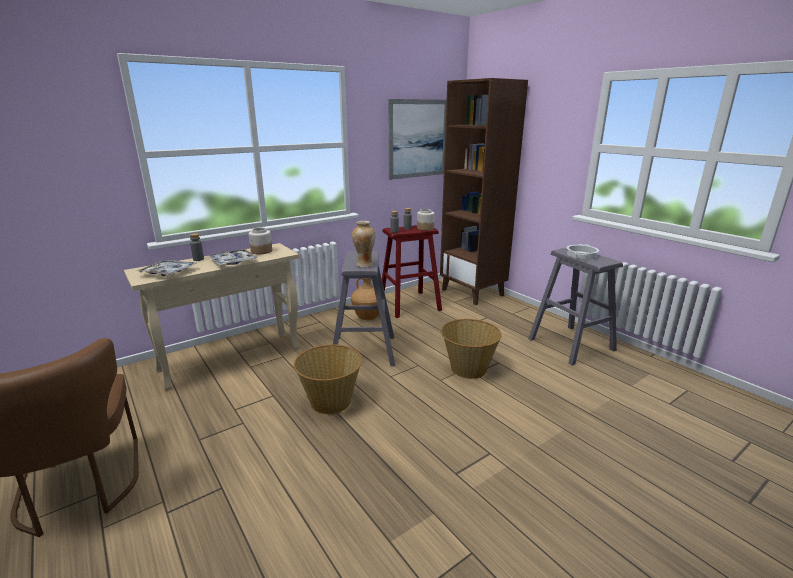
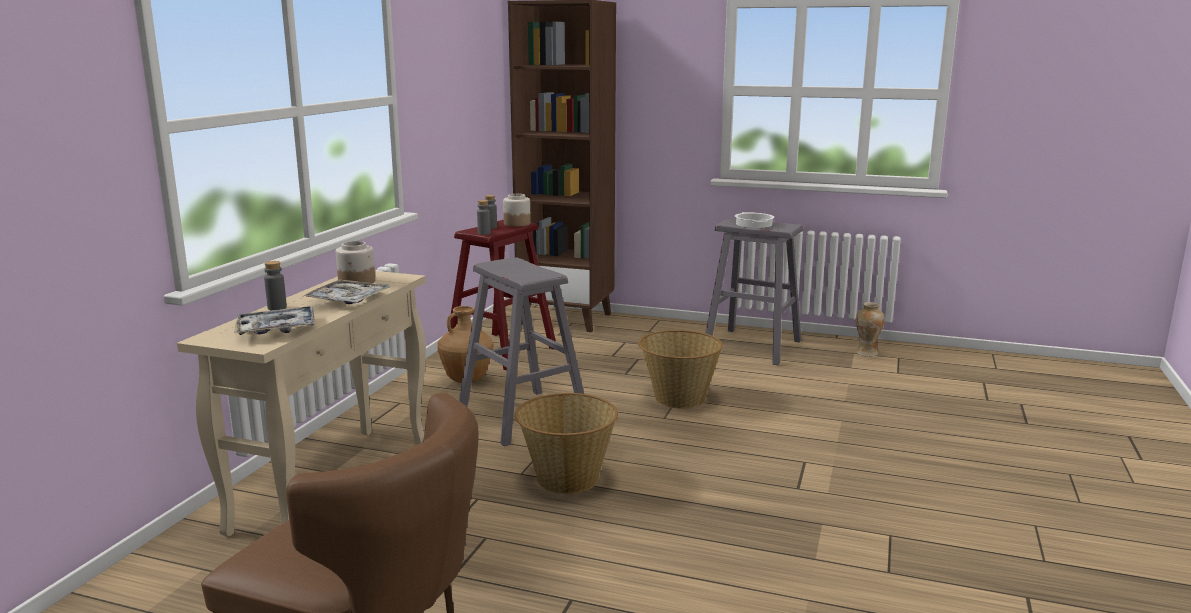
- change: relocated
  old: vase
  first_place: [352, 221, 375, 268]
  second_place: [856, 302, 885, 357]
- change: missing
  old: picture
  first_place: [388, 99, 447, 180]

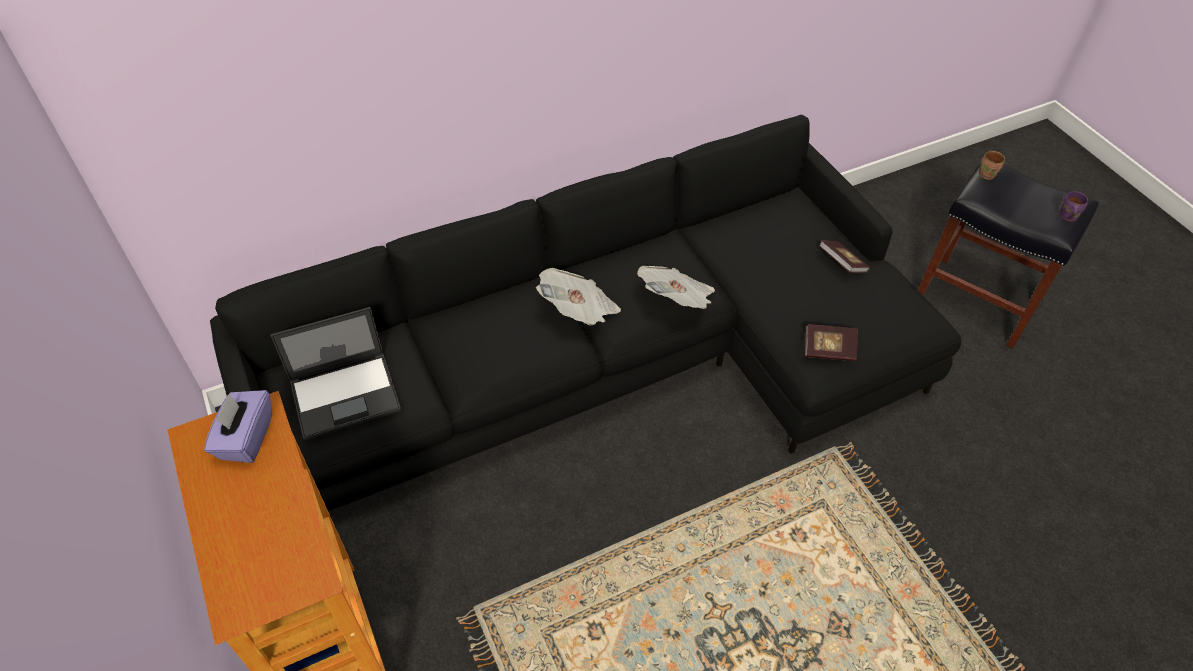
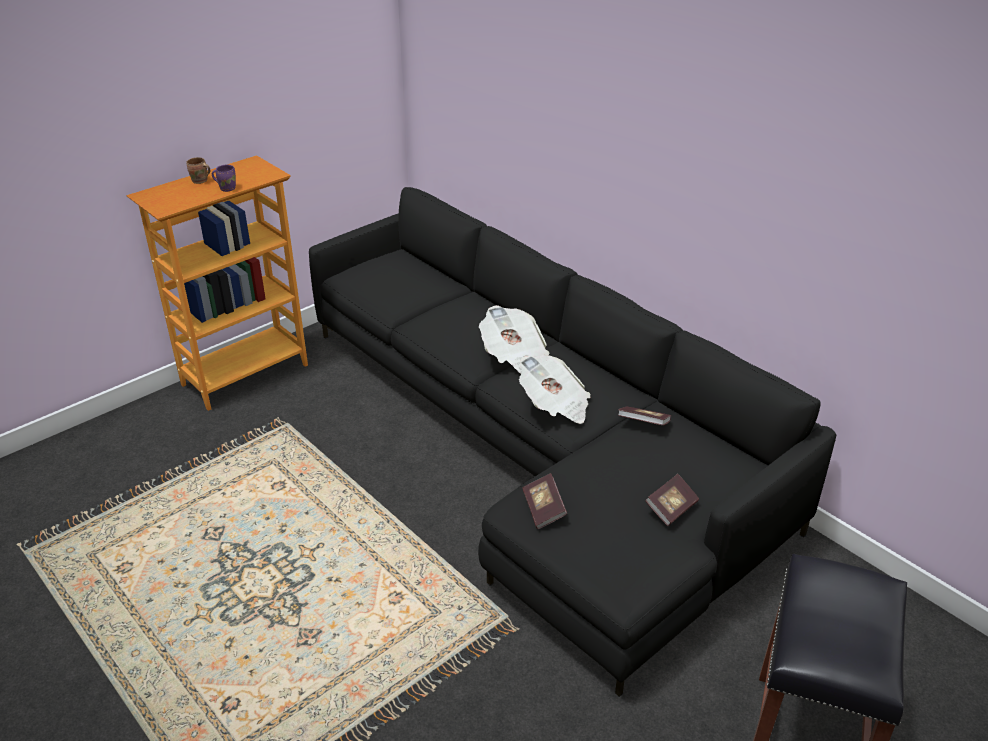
- change: missing
  old: purple tissue holder
  first_place: [204, 390, 272, 463]
- change: missing
  old: laptop
  first_place: [271, 307, 401, 440]
- change: relocated
  old: brown-coloured coffee mug
  first_place: [979, 151, 1005, 180]
  second_place: [186, 157, 210, 184]
- change: relocated
  old: purple coffee mug
  first_place: [1059, 191, 1088, 222]
  second_place: [212, 164, 236, 192]
- change: appeared
  new: book
  second_place: [618, 407, 671, 426]

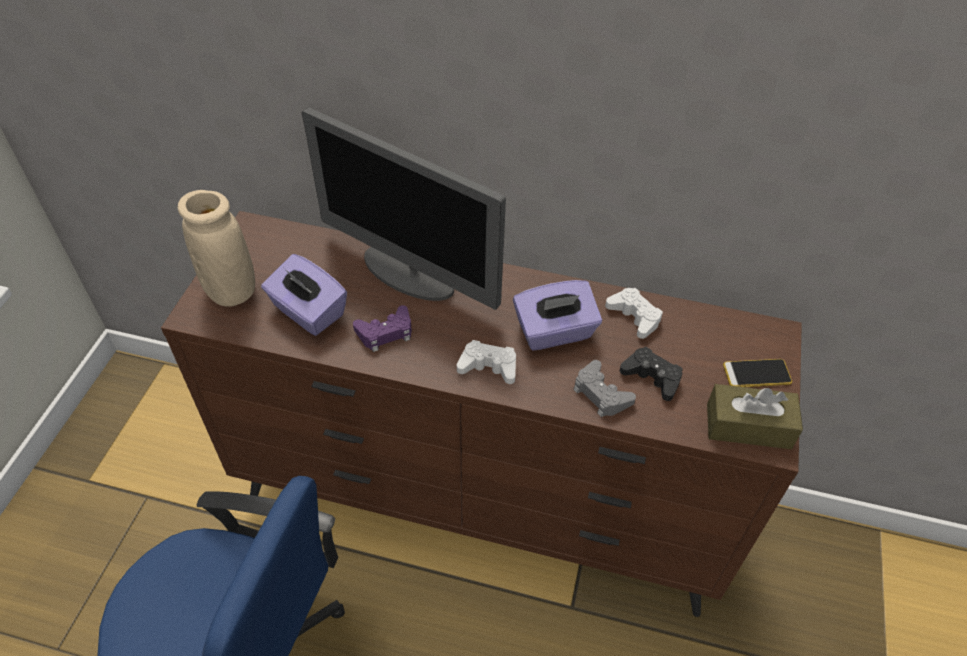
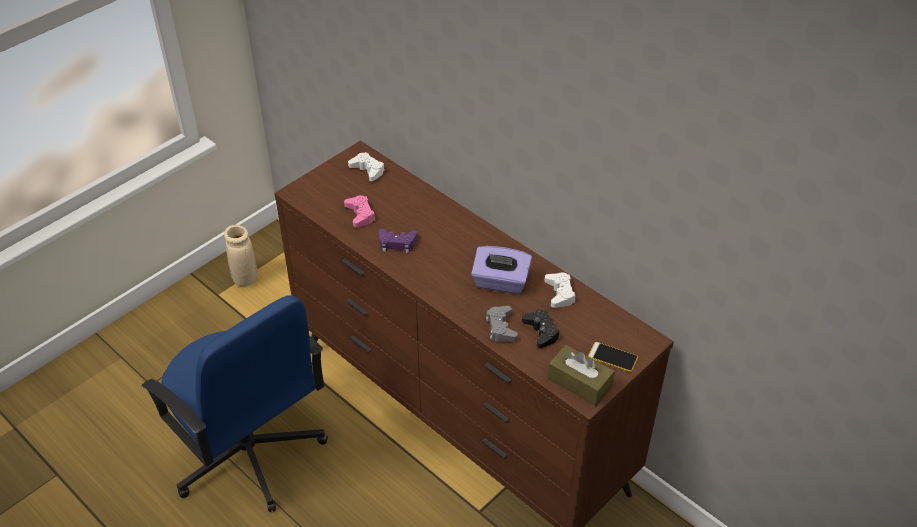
- change: relocated
  old: beige vase
  first_place: [178, 190, 255, 307]
  second_place: [224, 225, 258, 286]
- change: exchanged
  old: purple tissue holder
  new: pink-coloured joypad
  first_place: [261, 254, 347, 336]
  second_place: [344, 195, 376, 228]
- change: missing
  old: computer screen
  first_place: [302, 107, 506, 310]
- change: relocated
  old: white-coloured joypad
  first_place: [457, 340, 516, 384]
  second_place: [348, 152, 385, 181]

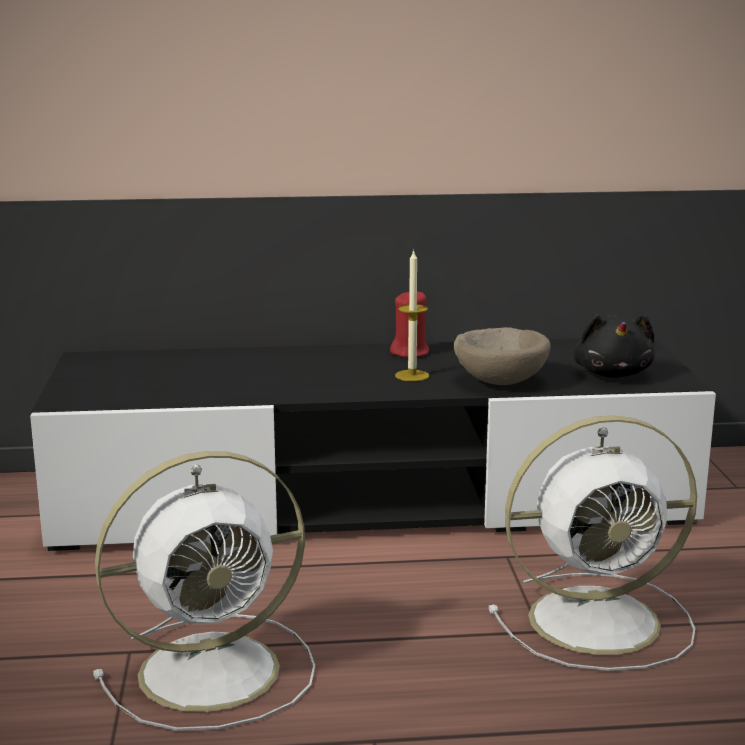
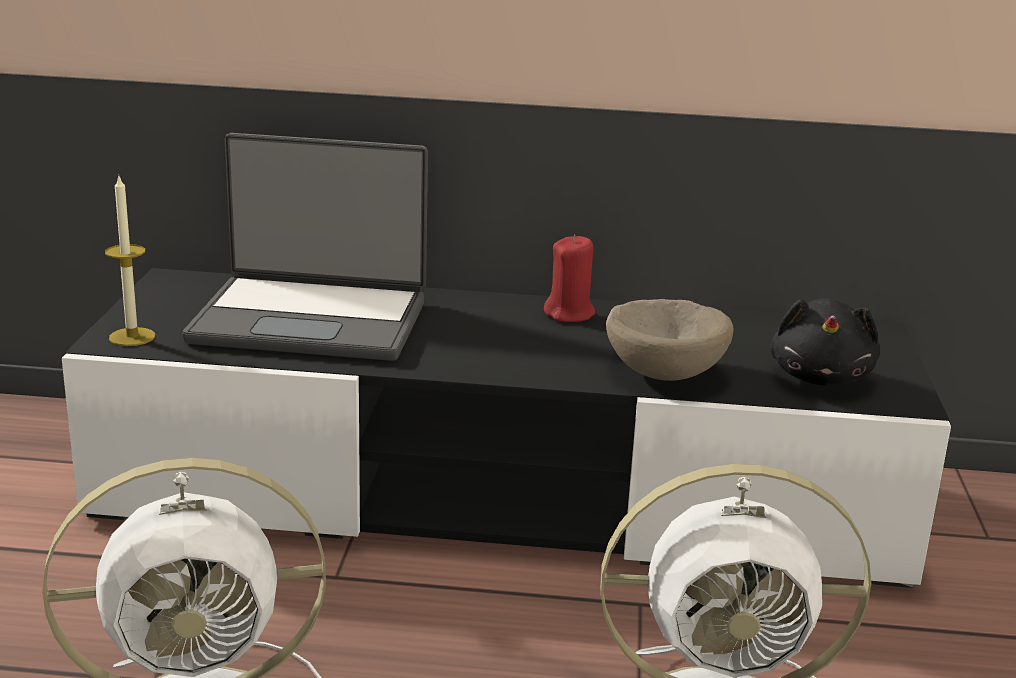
- change: relocated
  old: candle
  first_place: [395, 249, 429, 381]
  second_place: [105, 176, 155, 346]
- change: appeared
  new: laptop
  second_place: [183, 133, 428, 361]

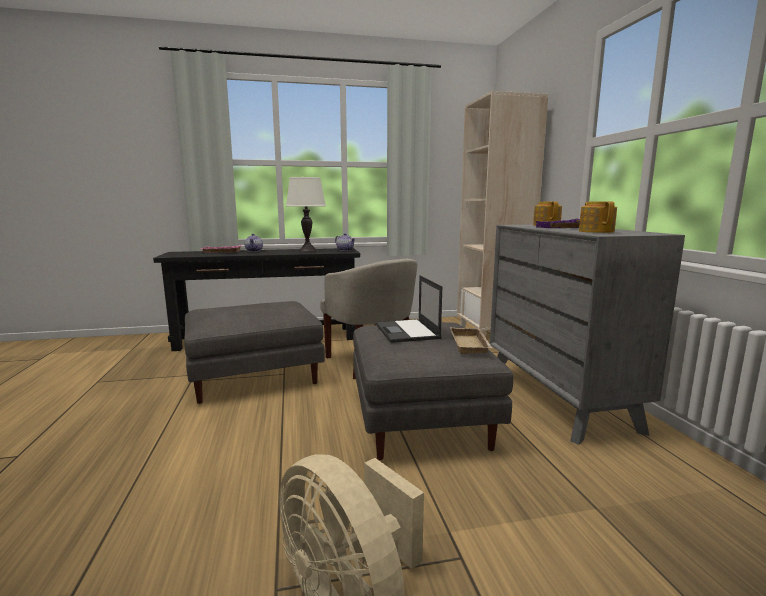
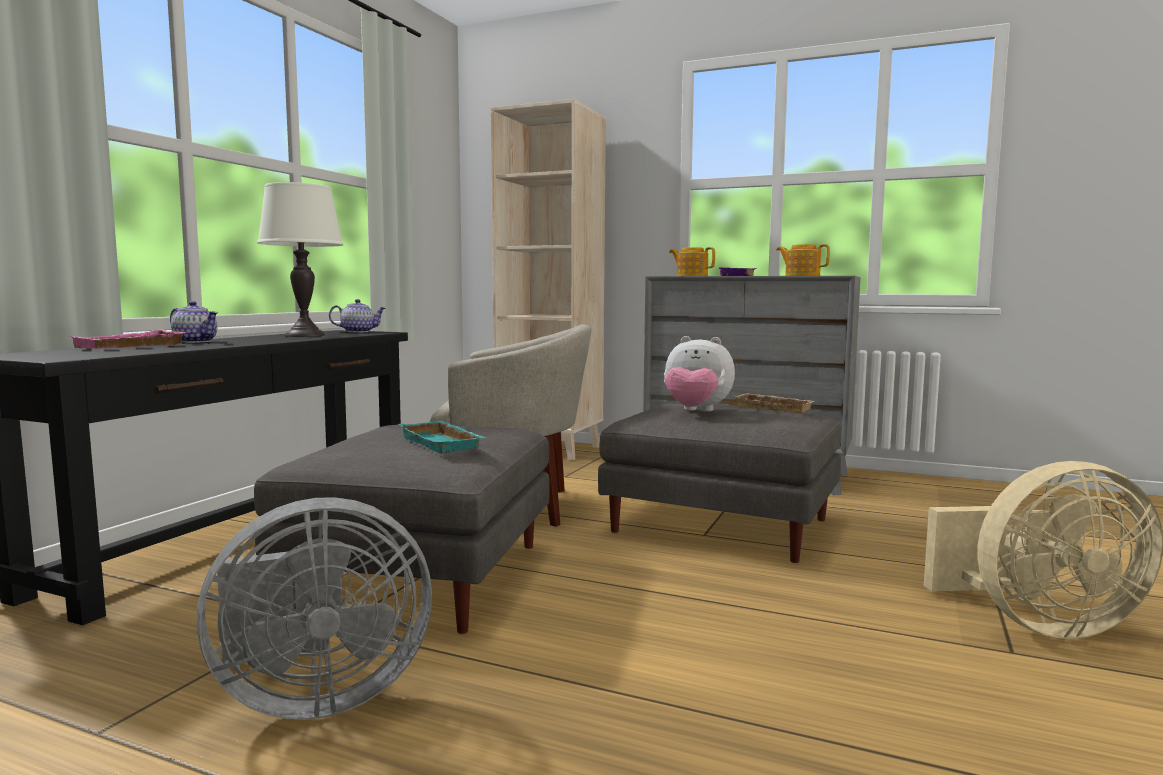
- change: exchanged
  old: laptop
  new: soft toy
  first_place: [376, 275, 442, 343]
  second_place: [664, 336, 735, 412]
- change: appeared
  new: greyish electric fan
  second_place: [196, 497, 432, 720]
- change: appeared
  new: turquoise-coloured tray
  second_place: [399, 421, 486, 454]

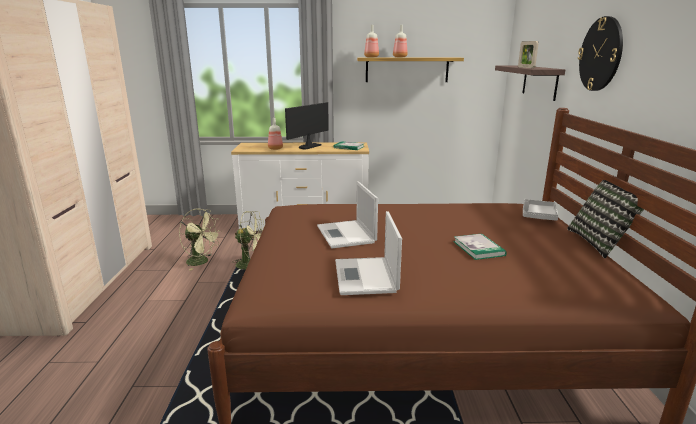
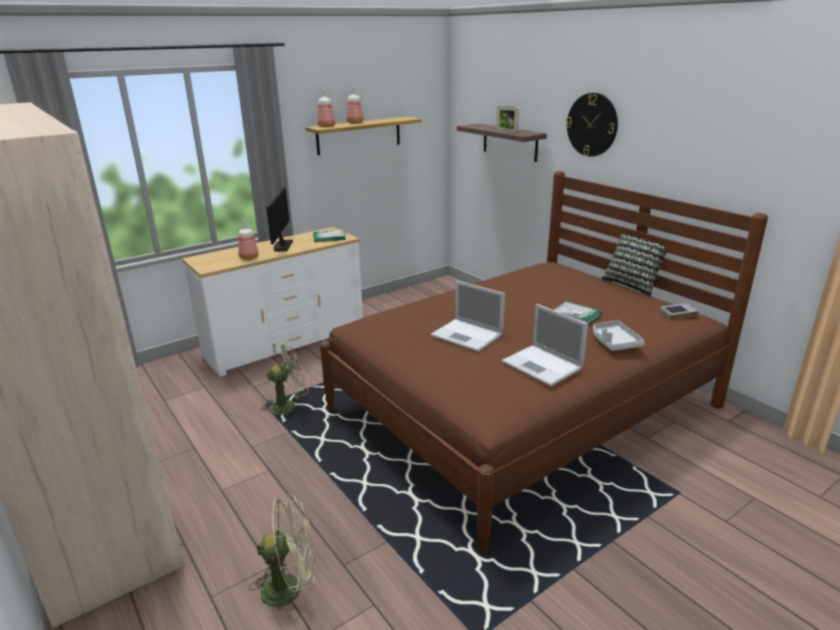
- change: relocated
  old: green electric fan
  first_place: [179, 208, 222, 270]
  second_place: [249, 495, 316, 618]
- change: relocated
  old: greyish tray
  first_place: [523, 199, 559, 221]
  second_place: [593, 320, 645, 351]
- change: appeared
  new: book
  second_place: [660, 304, 699, 319]

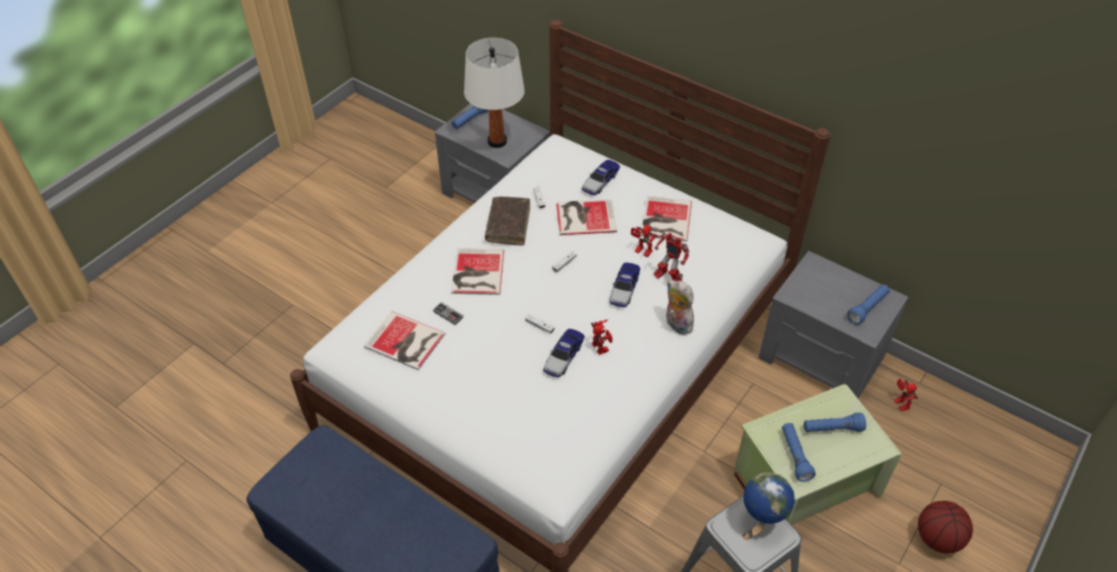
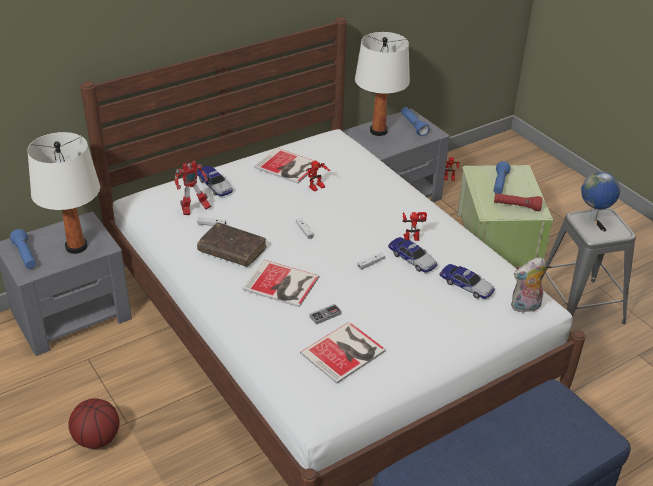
- change: missing
  old: book
  first_place: [556, 199, 617, 235]
- change: relocated
  old: model car
  first_place: [610, 263, 640, 307]
  second_place: [440, 264, 495, 299]
- change: relocated
  old: model robot
  first_place: [653, 232, 689, 281]
  second_place: [174, 161, 211, 215]
- change: relocated
  old: soft toy
  first_place: [666, 280, 694, 335]
  second_place: [511, 257, 546, 313]
- change: colour
  old: blue flashlight
  new: reddish flashlight
  first_place: [782, 423, 815, 482]
  second_place: [494, 193, 543, 211]
- change: relocated
  old: basketball ball
  first_place: [918, 501, 973, 553]
  second_place: [68, 398, 120, 449]
- change: appeared
  new: white-coloured table lamp
  second_place: [355, 32, 410, 136]

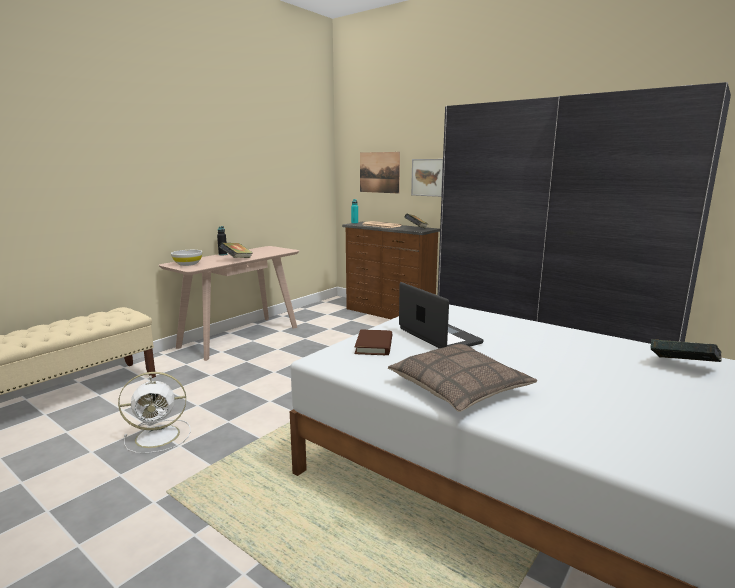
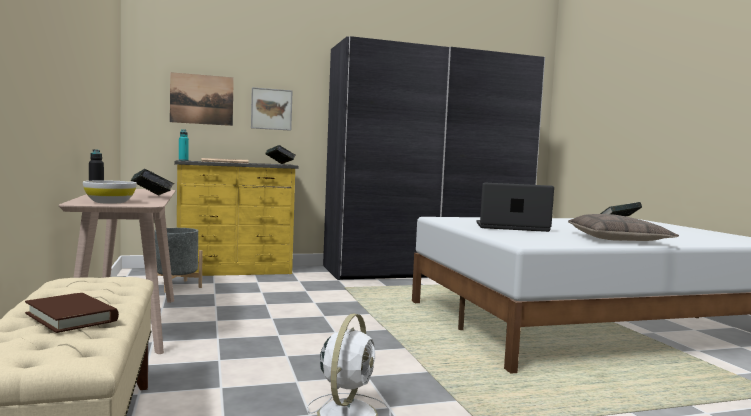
- change: colour
  old: brown-coloured chest of drawers
  new: yellowish chest of drawers
  first_place: [342, 222, 440, 319]
  second_place: [174, 160, 298, 276]
- change: relocated
  old: brown-coloured book
  first_place: [354, 329, 392, 355]
  second_place: [25, 293, 119, 333]
- change: appeared
  new: greyish planter
  second_place: [155, 228, 203, 293]

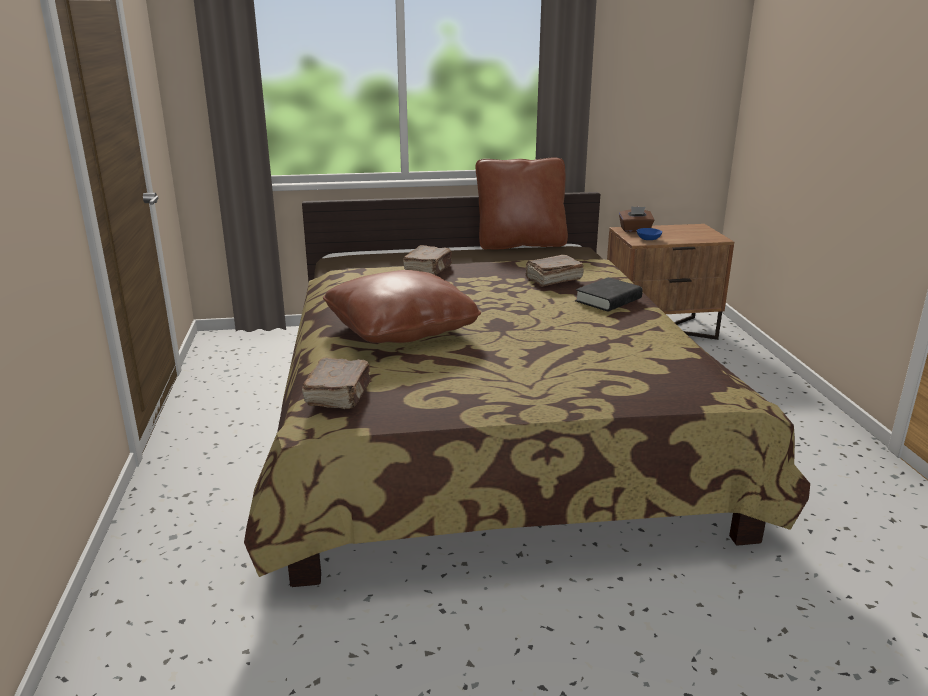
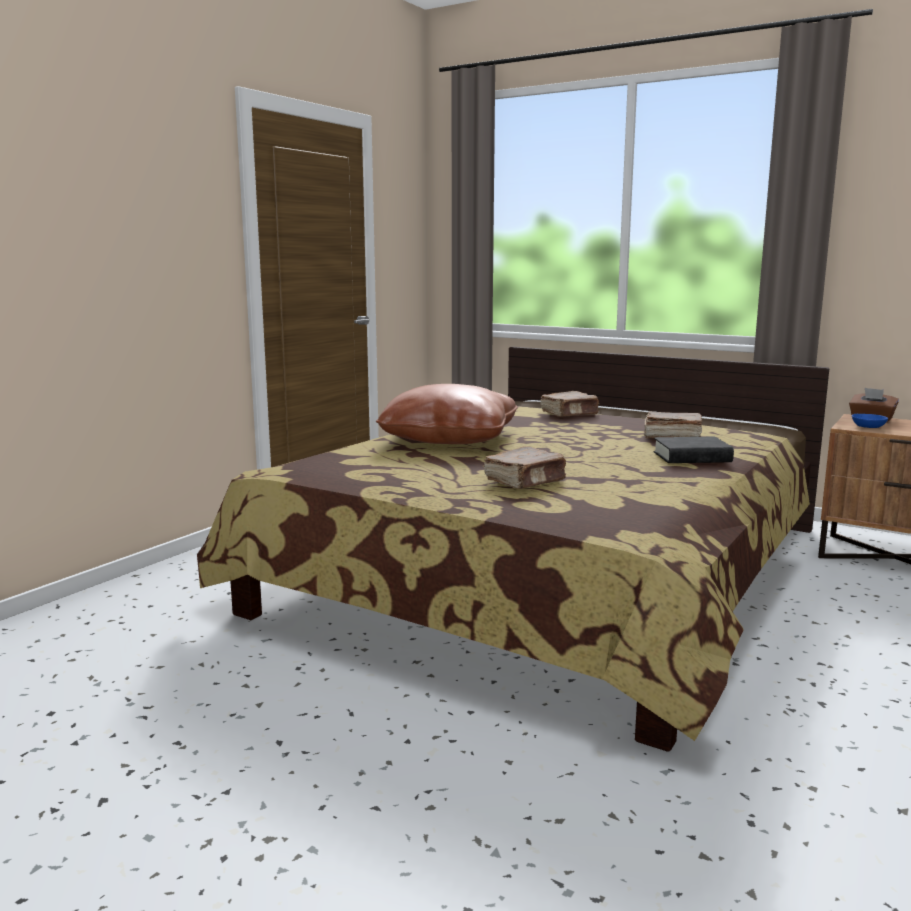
- change: relocated
  old: brown-coloured book
  first_place: [302, 357, 371, 409]
  second_place: [484, 446, 566, 489]
- change: missing
  old: brown-coloured cushion
  first_place: [476, 158, 568, 250]

